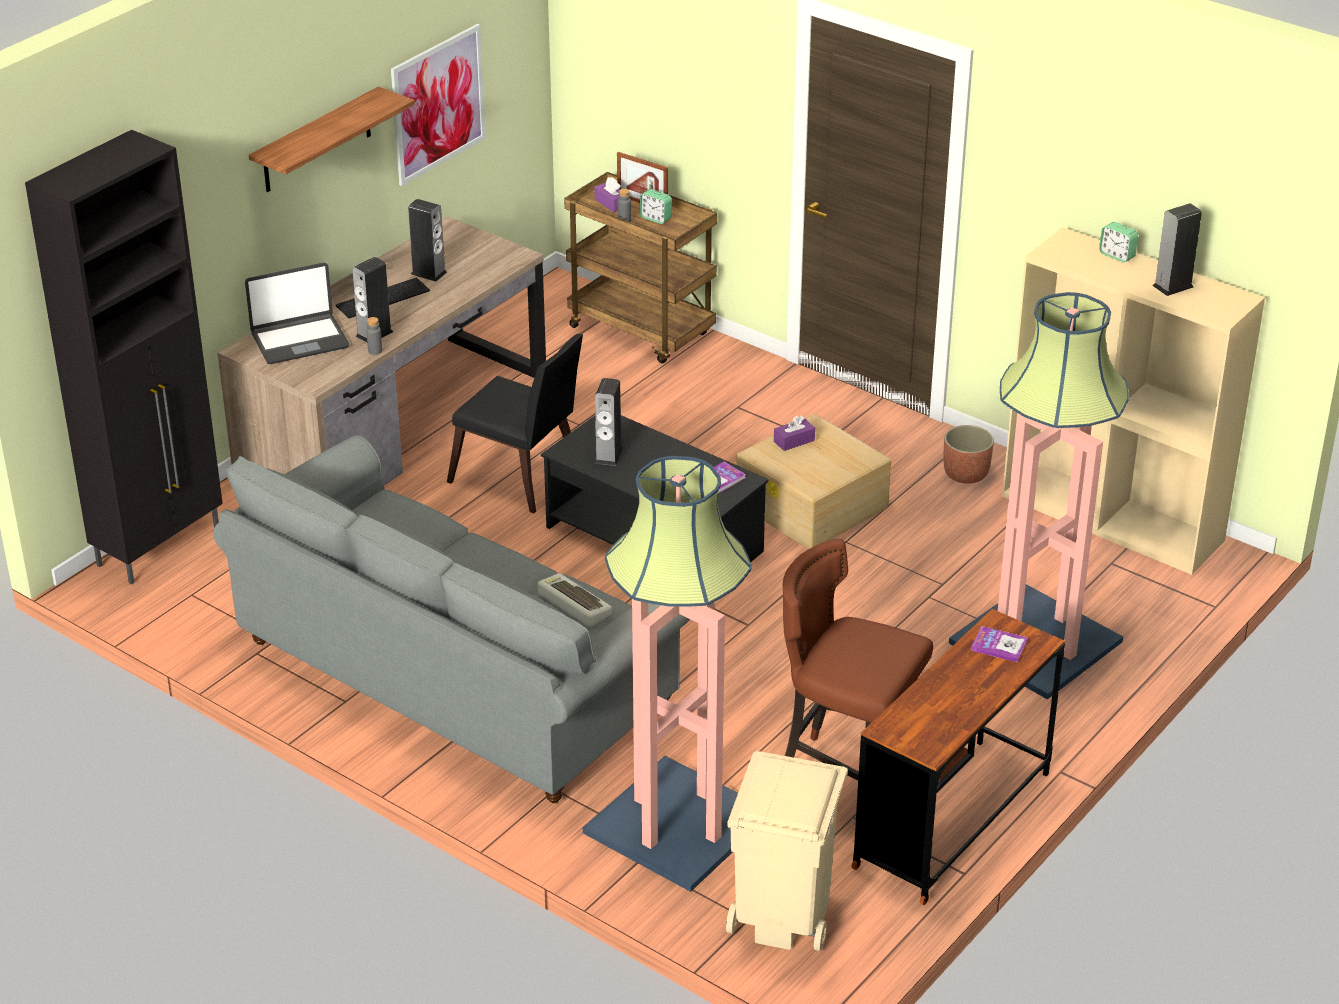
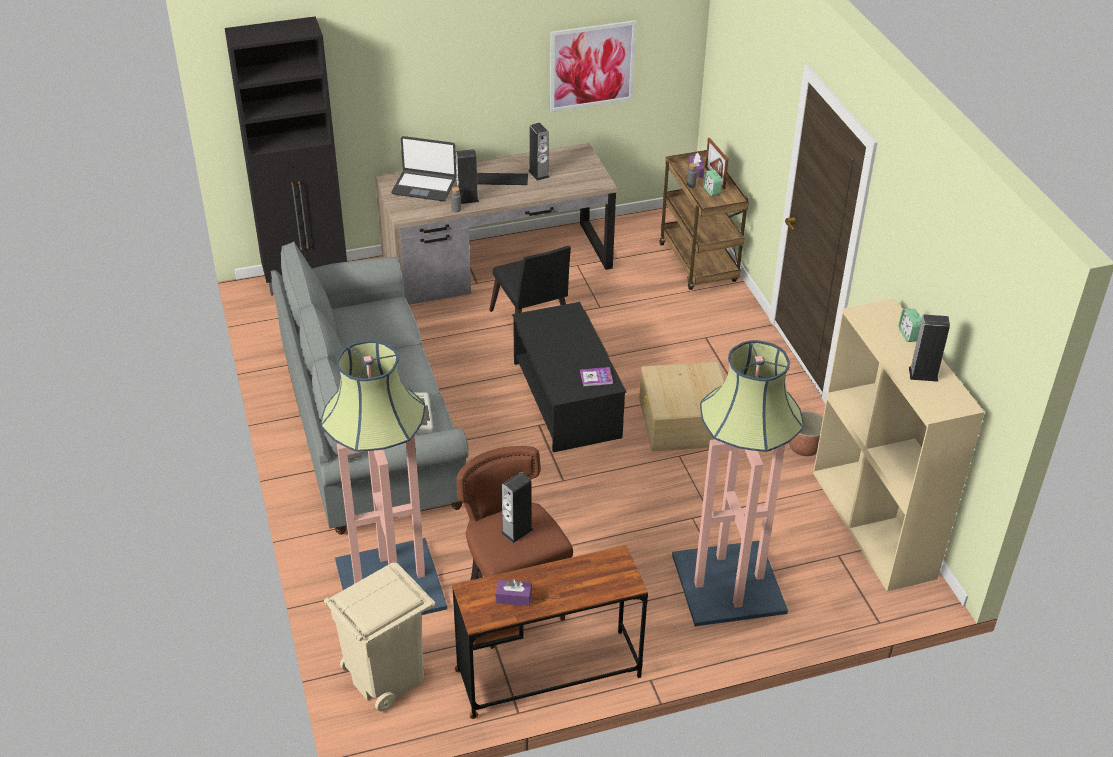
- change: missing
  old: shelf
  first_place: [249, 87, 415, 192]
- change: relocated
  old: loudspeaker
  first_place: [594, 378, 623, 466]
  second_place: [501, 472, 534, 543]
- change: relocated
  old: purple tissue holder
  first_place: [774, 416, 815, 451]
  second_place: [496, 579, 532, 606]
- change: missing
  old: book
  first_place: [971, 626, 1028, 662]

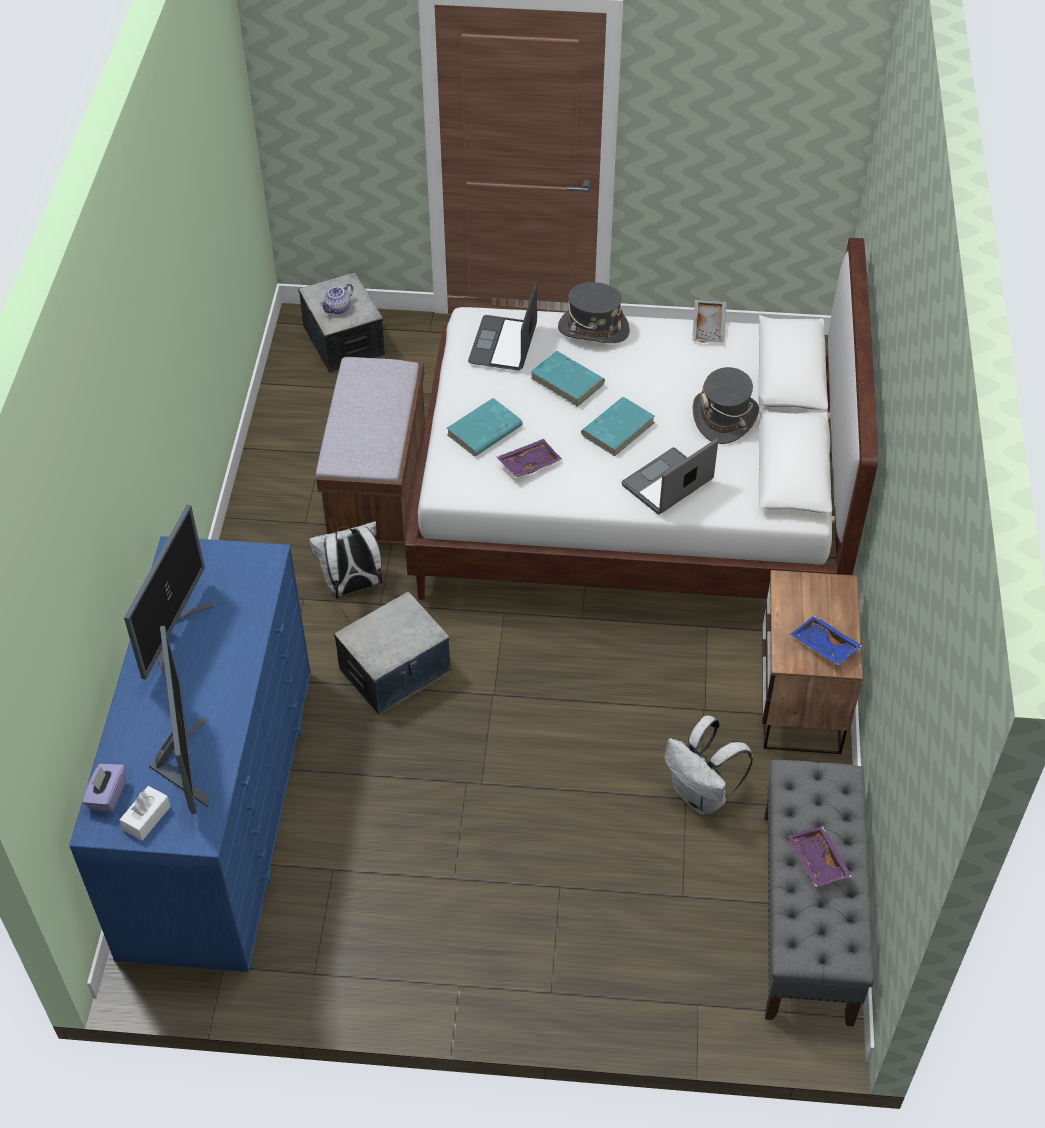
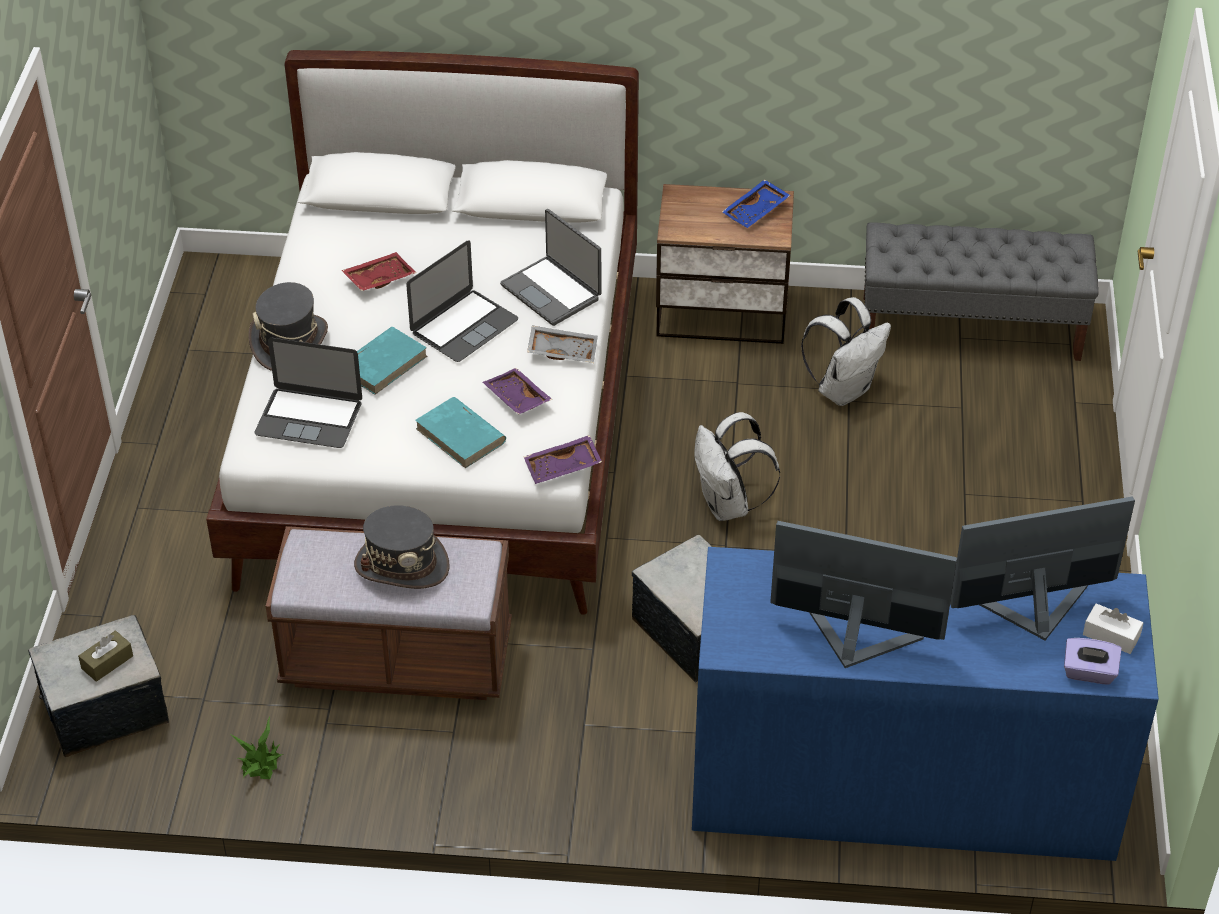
- change: relocated
  old: white-coloured backpack
  first_place: [309, 521, 382, 599]
  second_place: [694, 412, 780, 521]
- change: exchanged
  old: tea pot
  new: brown-coloured tissue holder
  first_place: [320, 283, 353, 315]
  second_place: [78, 631, 133, 682]
- change: exchanged
  old: turquoise-coloured book
  new: laptop
  first_place: [581, 397, 655, 457]
  second_place: [406, 240, 518, 362]
- change: relocated
  old: greyish tray
  first_place: [692, 300, 726, 343]
  second_place: [527, 325, 598, 363]
- change: relocated
  old: greyish clothing hat
  first_place: [693, 367, 759, 444]
  second_place: [354, 505, 450, 589]
- change: relocated
  old: purple tray
  first_place: [788, 826, 852, 887]
  second_place: [524, 435, 602, 484]
- change: appeared
  new: houseplant
  second_place: [232, 717, 283, 779]
- change: appeared
  new: reddish tray
  second_place: [341, 252, 417, 291]

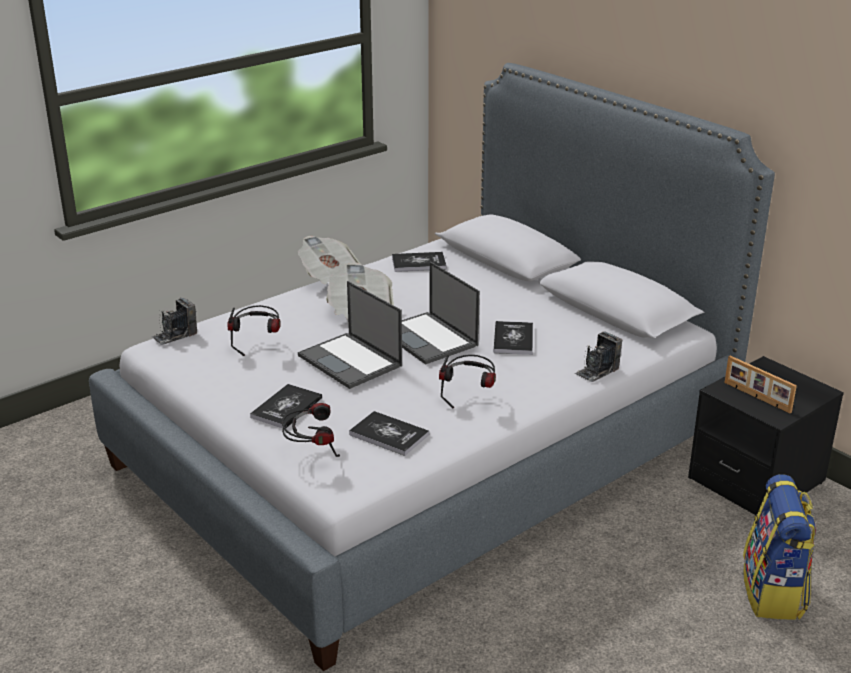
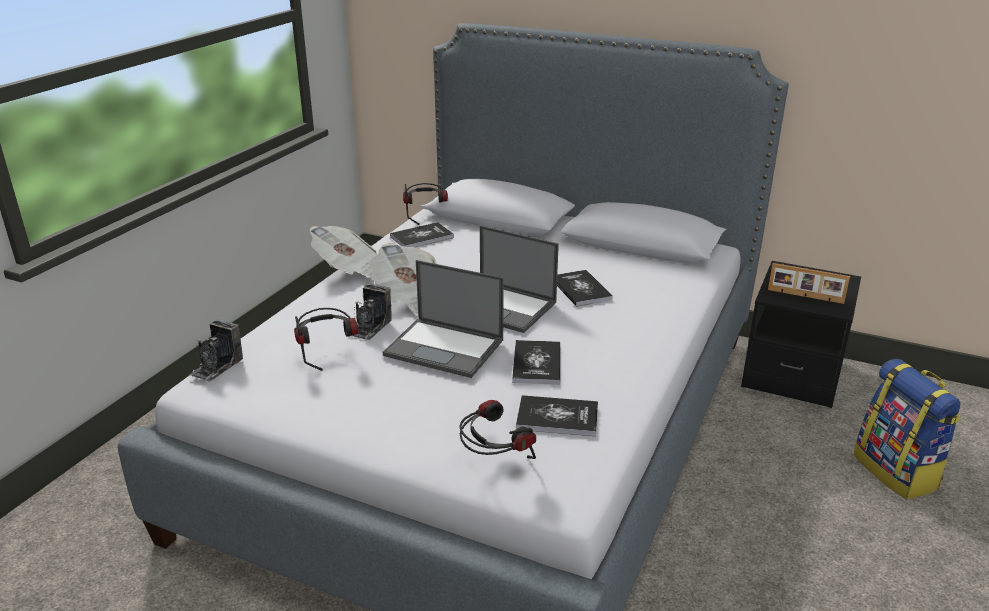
- change: relocated
  old: book
  first_place: [250, 384, 322, 428]
  second_place: [512, 340, 560, 385]
- change: relocated
  old: headphones
  first_place: [439, 355, 496, 408]
  second_place: [403, 183, 448, 225]
- change: relocated
  old: still camera
  first_place: [575, 331, 622, 382]
  second_place: [351, 284, 392, 340]

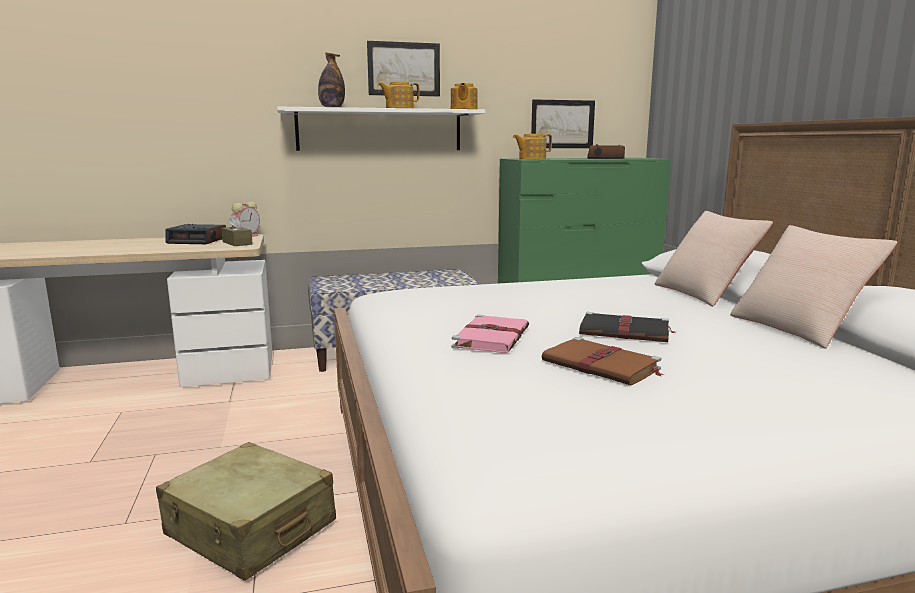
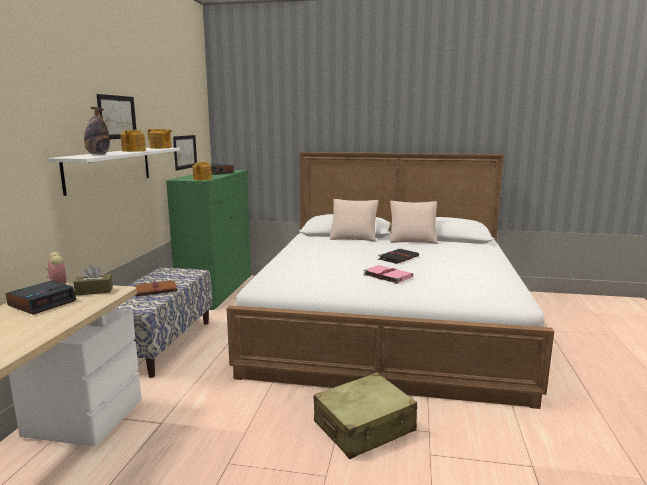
- change: relocated
  old: brown-coloured book
  first_place: [542, 337, 665, 385]
  second_place: [134, 280, 178, 296]

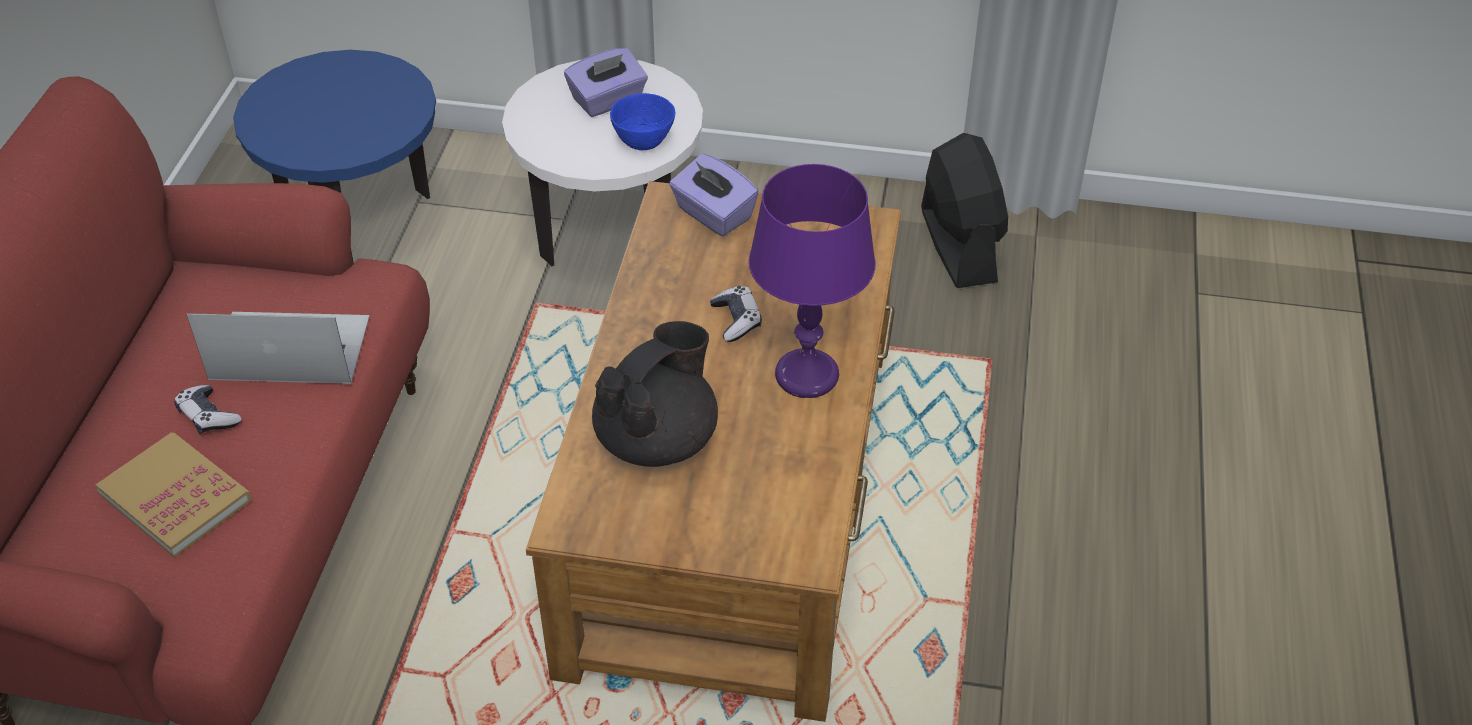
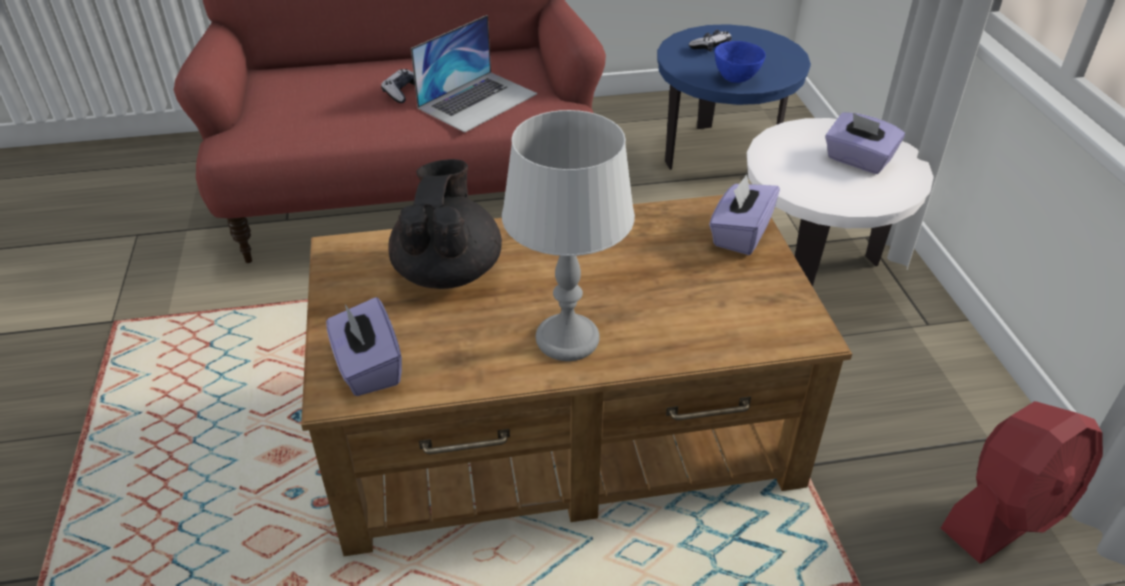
- change: missing
  old: book
  first_place: [96, 432, 251, 558]
- change: spun
  old: laptop
  first_place: [187, 312, 370, 384]
  second_place: [411, 15, 538, 132]
  degrees: 60
- change: spun
  old: black tea pot
  first_place: [592, 321, 718, 467]
  second_place: [388, 159, 502, 289]
  degrees: -105
- change: relocated
  old: blue bowl
  first_place: [610, 93, 675, 150]
  second_place: [715, 41, 766, 83]
- change: relocated
  old: joypad
  first_place: [710, 286, 762, 342]
  second_place: [689, 30, 732, 52]
- change: colour
  old: purple table lamp
  new: greyish table lamp
  first_place: [749, 164, 876, 398]
  second_place: [502, 110, 635, 361]
- change: colour
  old: black electric fan
  new: reddish electric fan
  first_place: [921, 133, 1008, 288]
  second_place: [941, 401, 1103, 564]
- change: appeared
  new: purple tissue holder
  second_place: [326, 297, 402, 396]

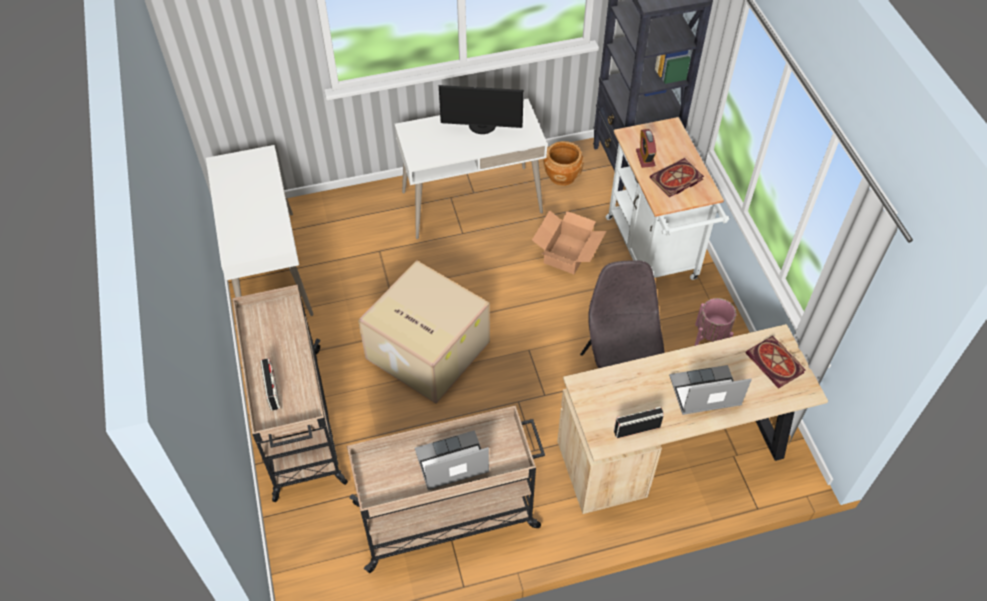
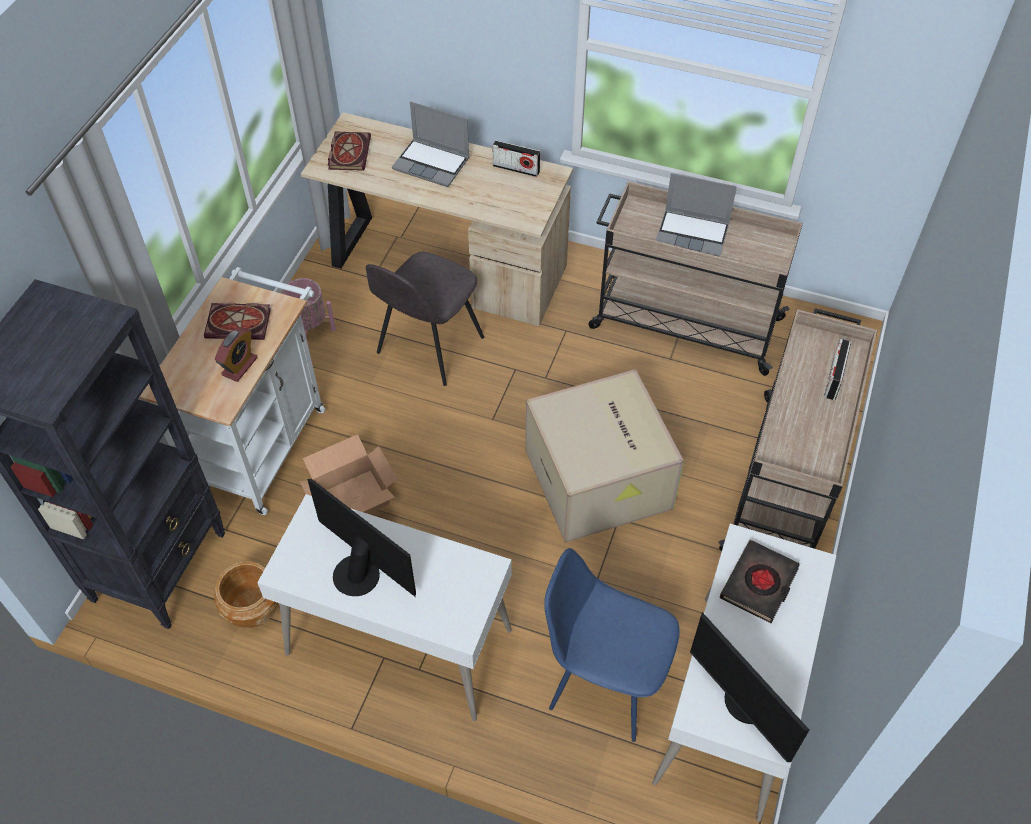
- change: appeared
  new: blue plain chair
  second_place: [544, 548, 680, 742]
- change: appeared
  new: computer screen
  second_place: [690, 612, 809, 762]
- change: appeared
  new: black book
  second_place: [720, 540, 800, 623]

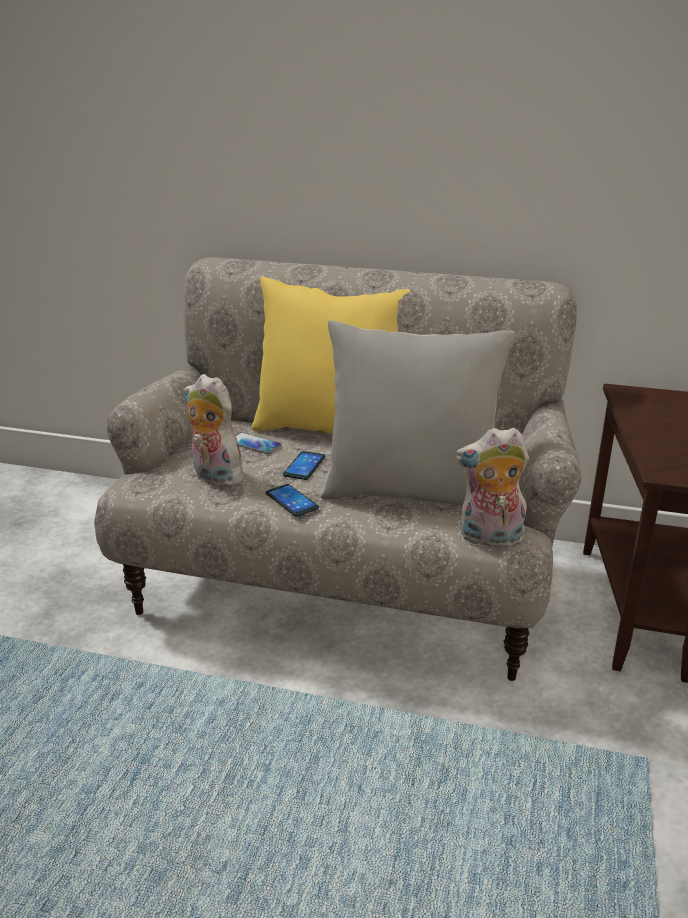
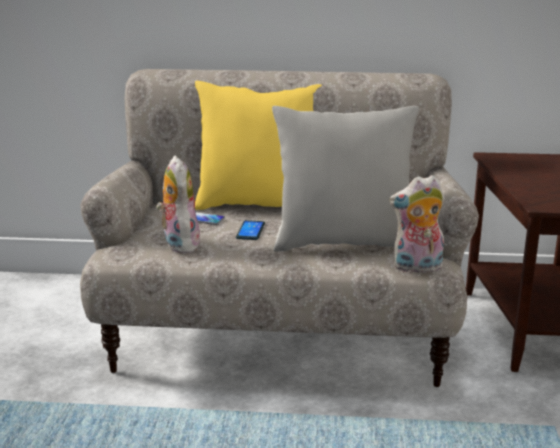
- change: spun
  old: soft toy
  first_place: [184, 374, 243, 487]
  second_place: [156, 155, 202, 253]
  degrees: 45
- change: missing
  old: telephone
  first_place: [266, 484, 319, 517]

